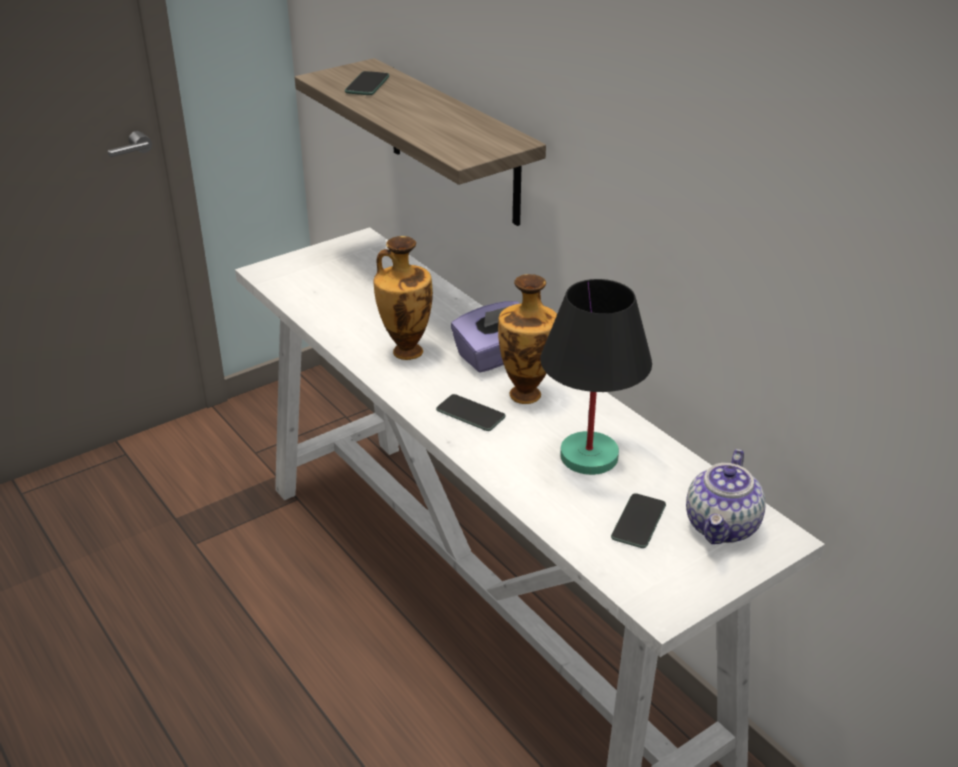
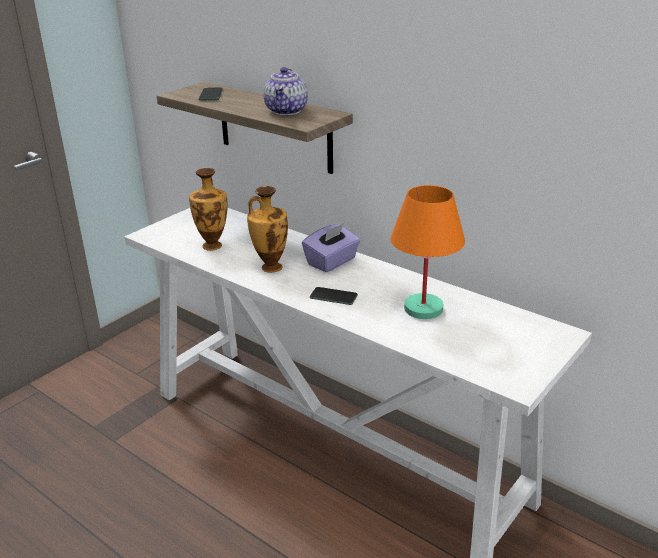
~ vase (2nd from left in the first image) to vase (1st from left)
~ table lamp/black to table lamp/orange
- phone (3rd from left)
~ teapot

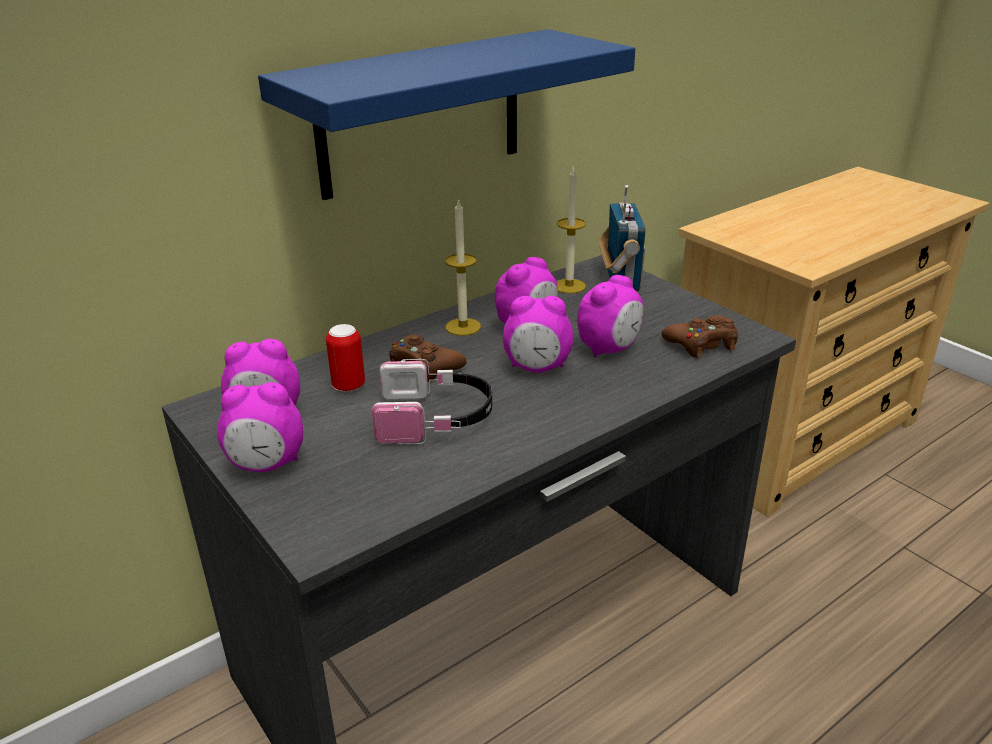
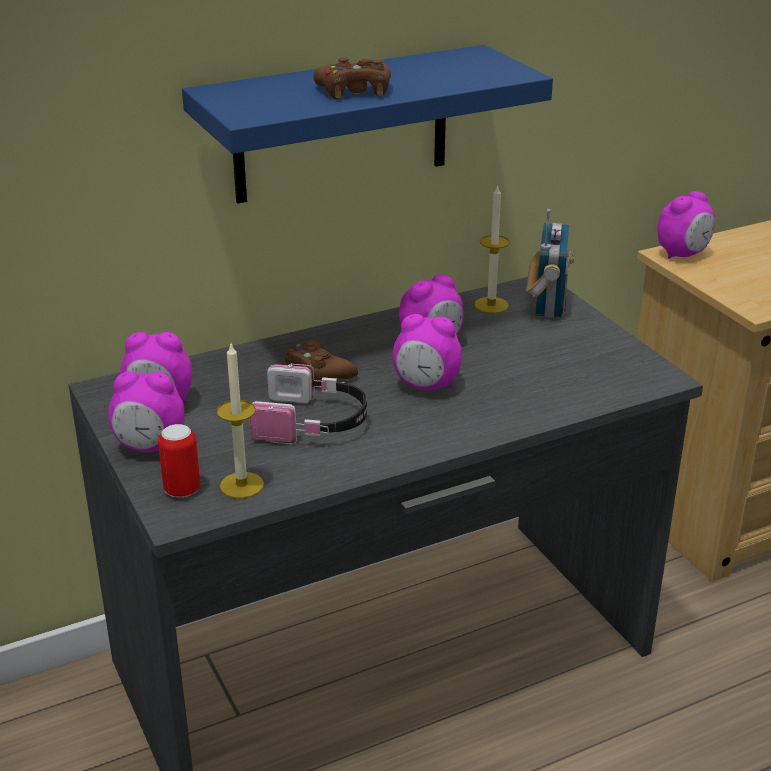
~ can
~ candle (1st from left)
~ alarm clock (5th from left)
~ game controller/brown (2nd from left)

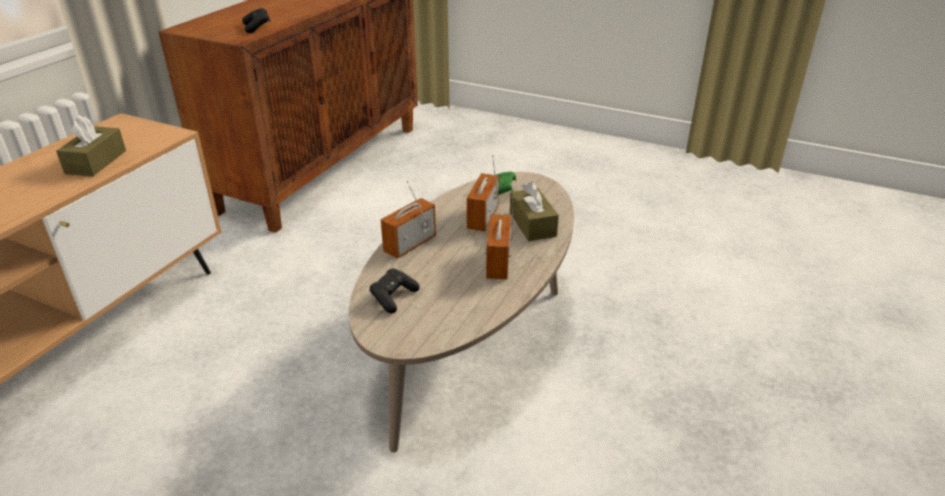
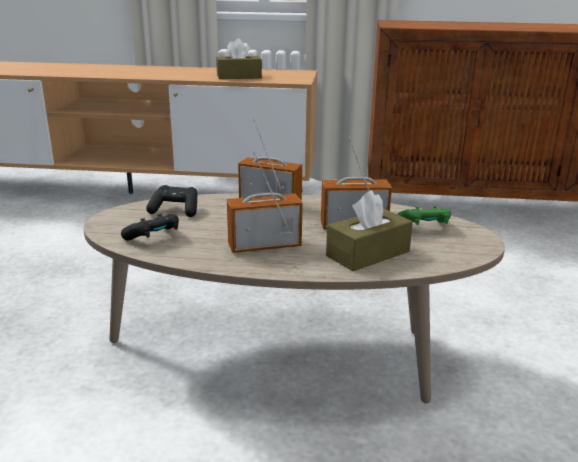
~ game controller/black (1st from left)

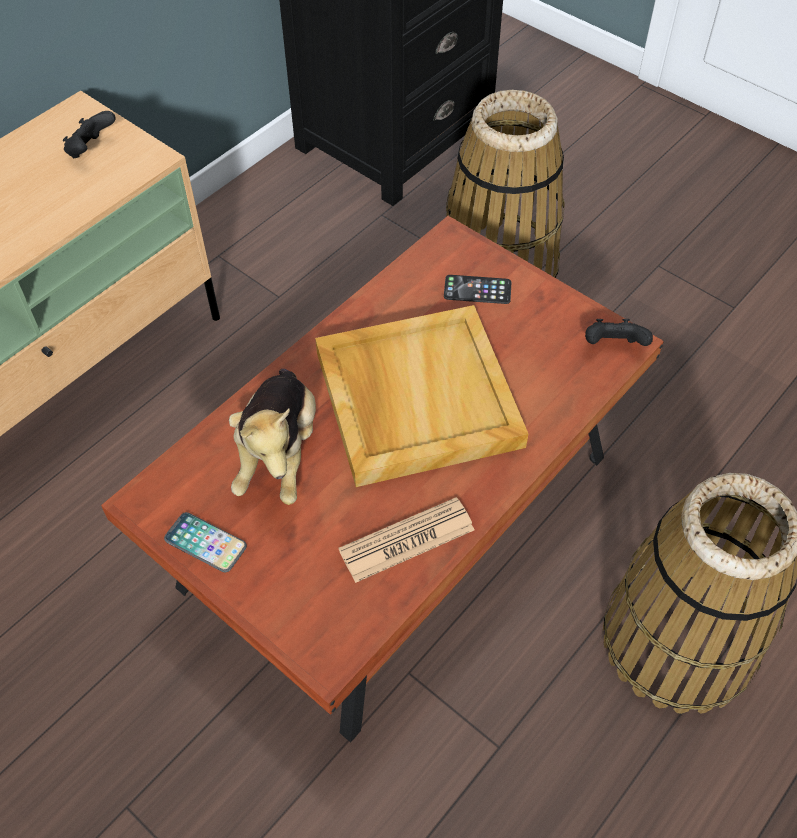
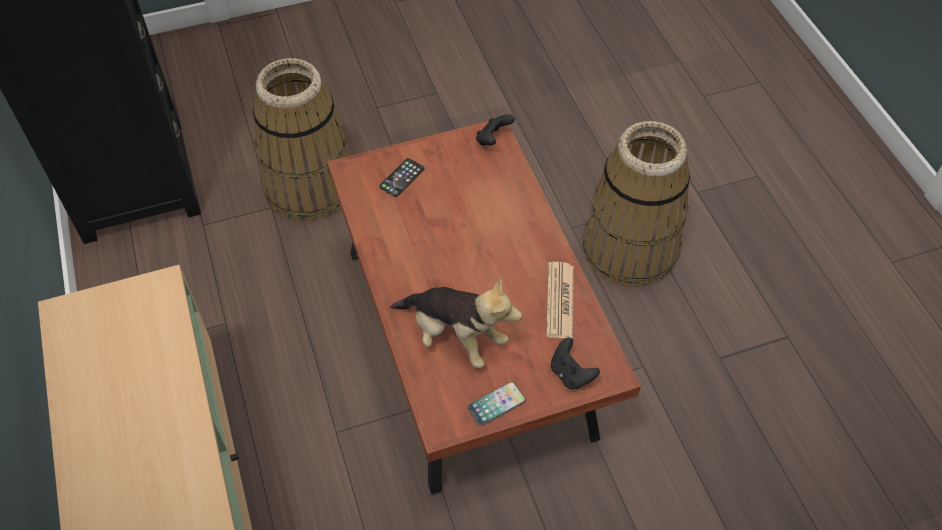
~ game controller/black (1st from left in the first image) to game controller/black (2nd from left)
- tray/beige

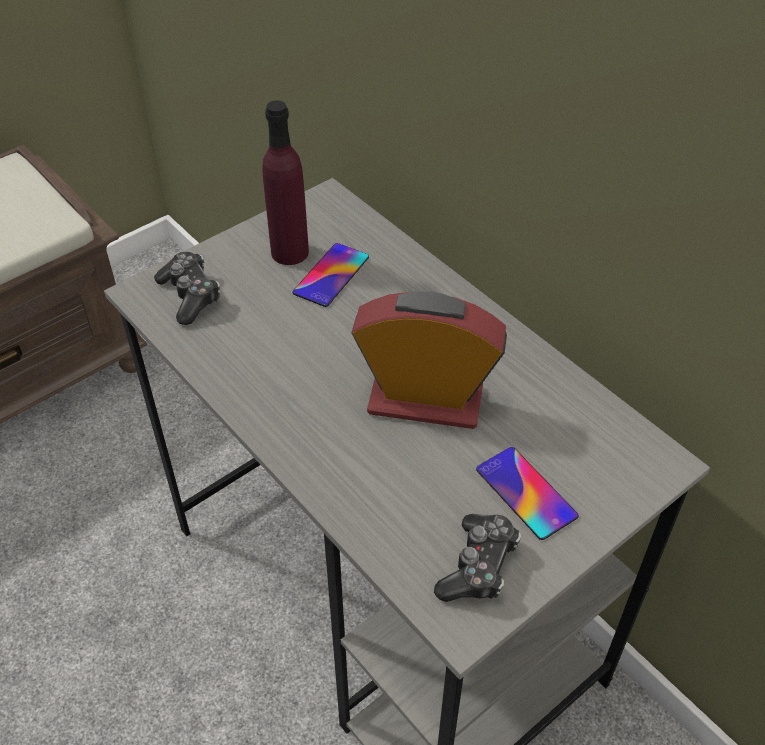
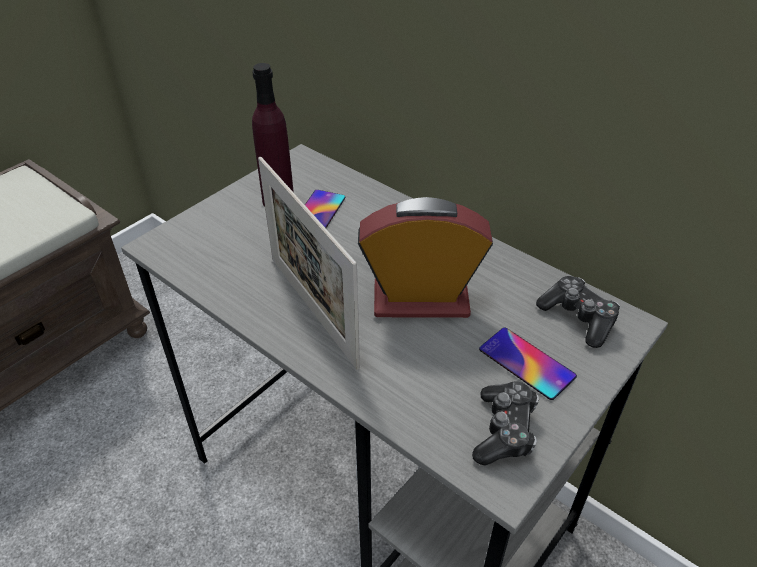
~ game controller (1st from left in the first image) to game controller (2nd from left)
+ picture frame

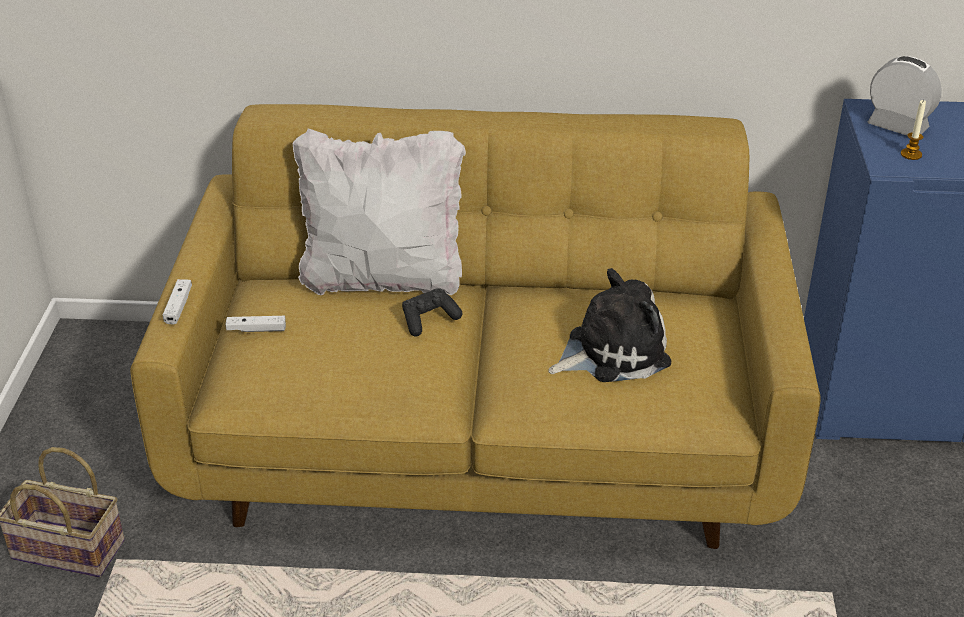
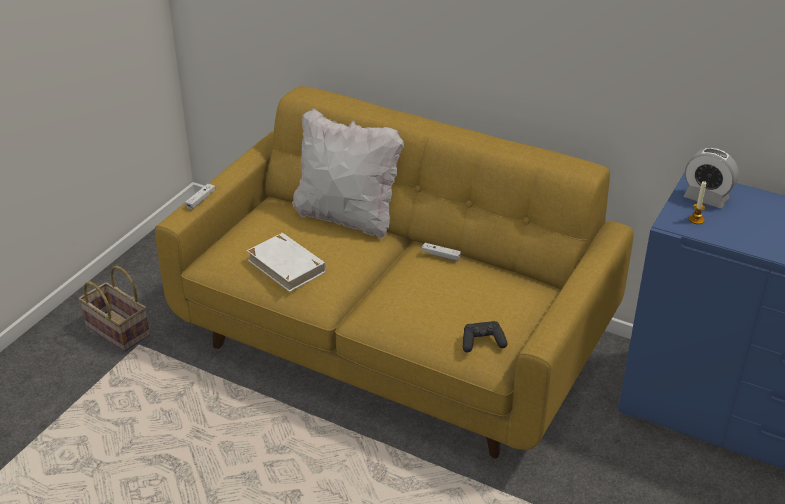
~ game controller/white (2nd from left)
~ game controller/black
- plush toy
~ alarm clock 150 degrees clockwise
+ book/white

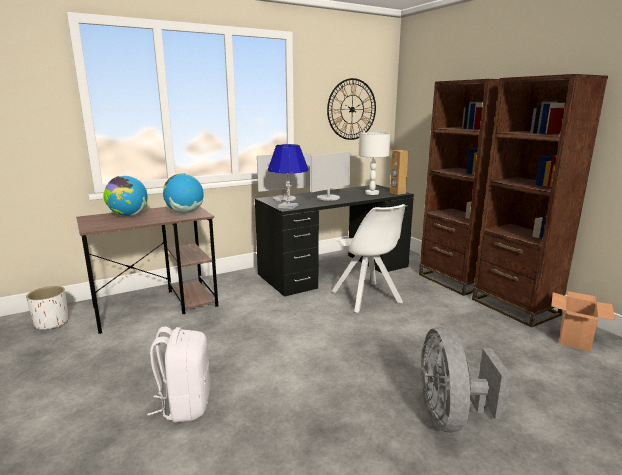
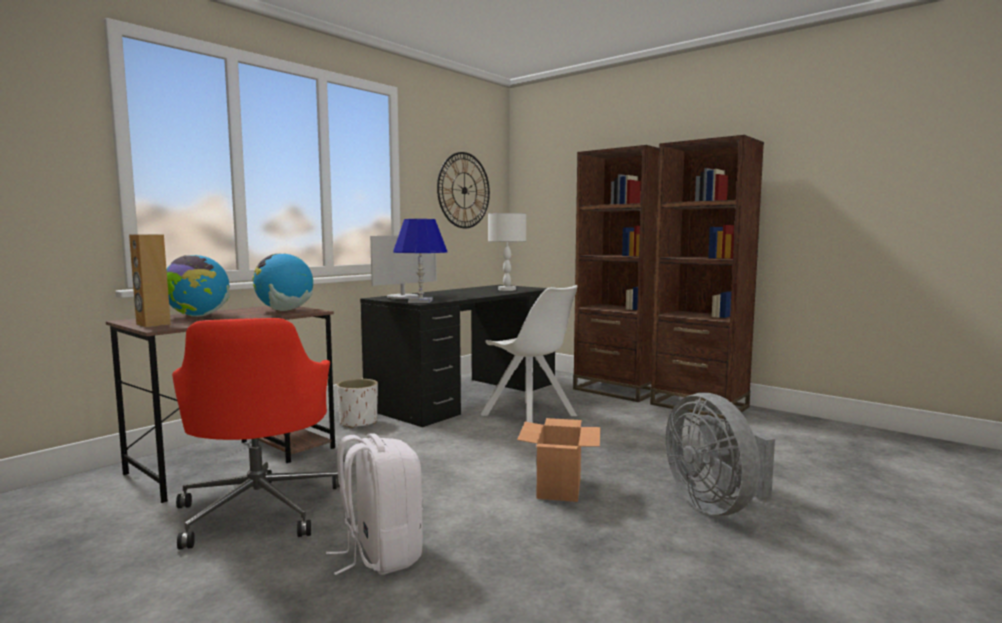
~ planter/white
- monitor (2nd from left)
~ speaker/brown
~ cardboard box
+ office chair/red

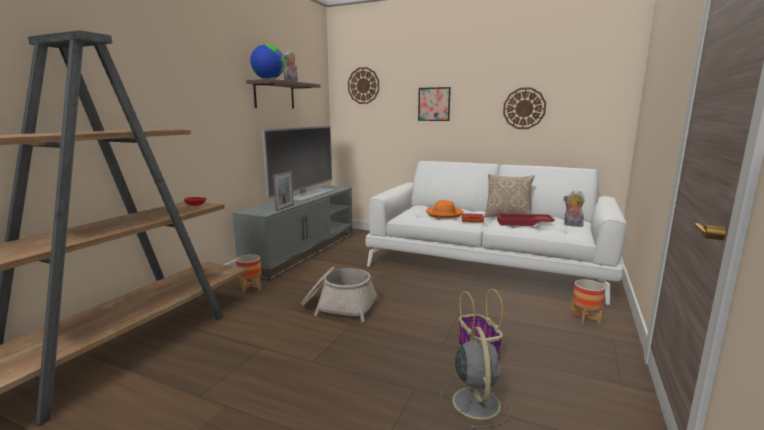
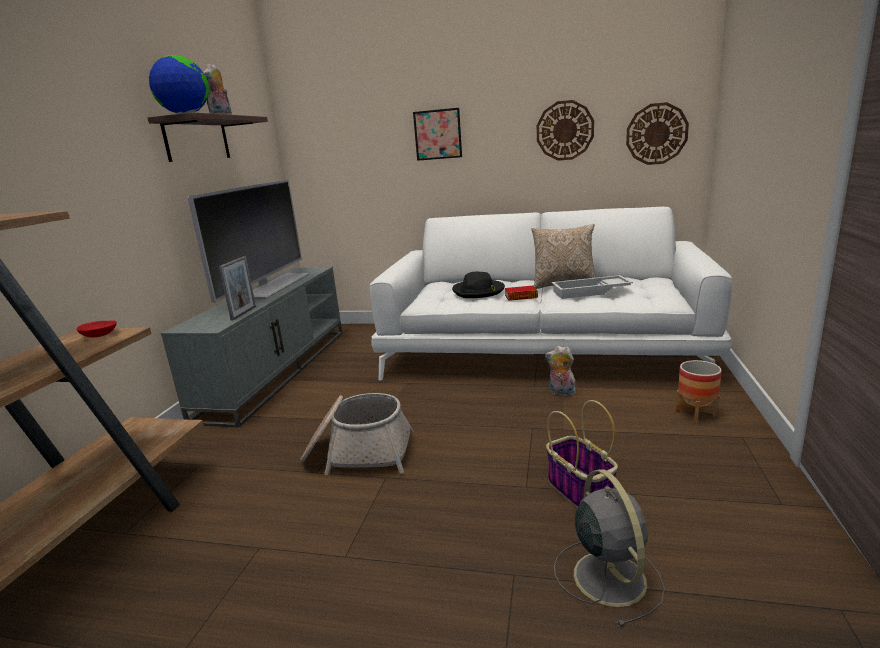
- planter (1st from left)
~ wall clock (1st from left in the first image) to wall clock (2nd from left)
~ hat/orange to hat/black
~ tray/red to tray/white
~ plush toy (2nd from left)

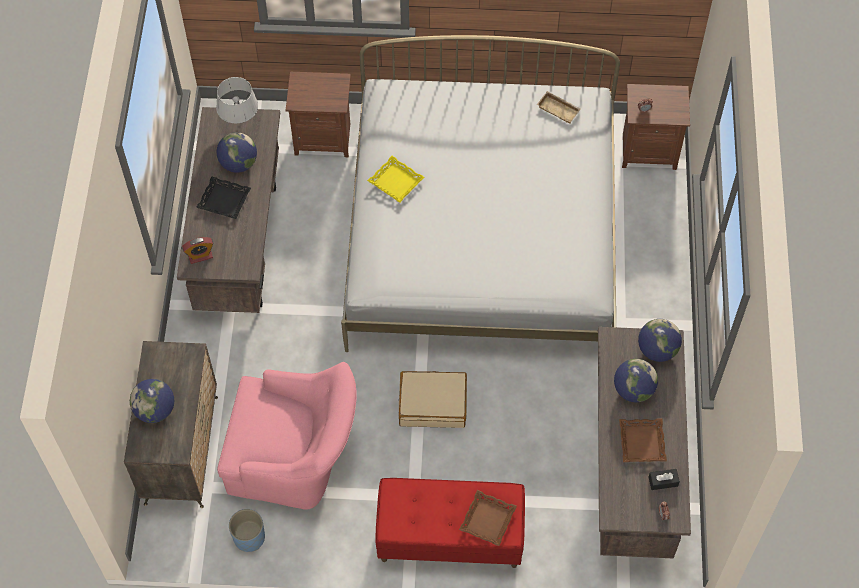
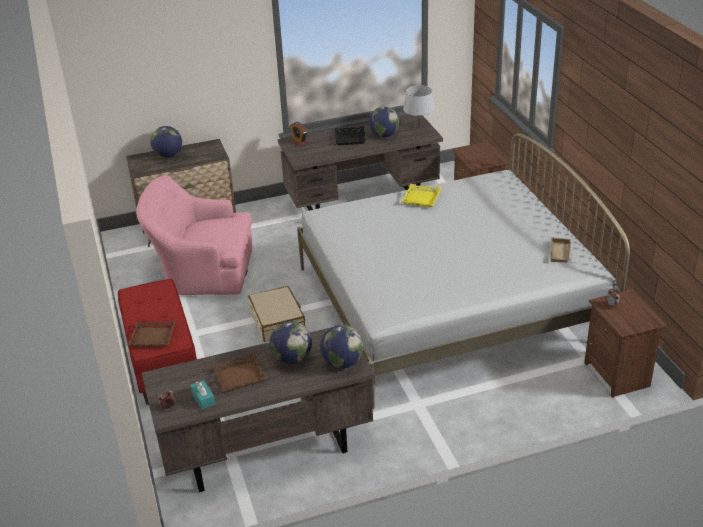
~ armchair/pink 105 degrees clockwise
- planter/blue
~ tissue box/black to tissue box/turquoise

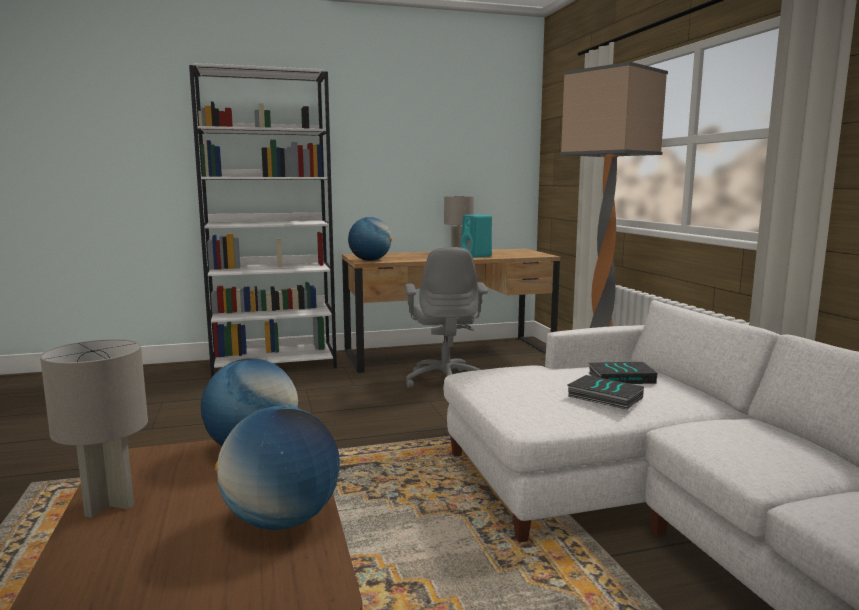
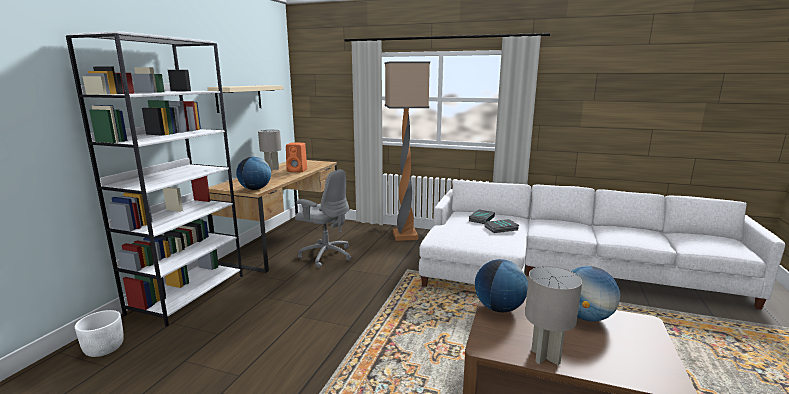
~ speaker/turquoise to speaker/orange
+ planter/white
+ shelf/beige

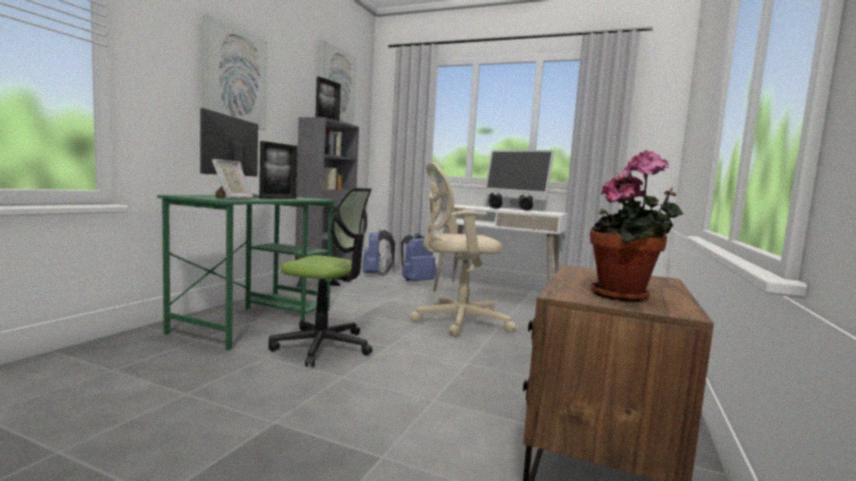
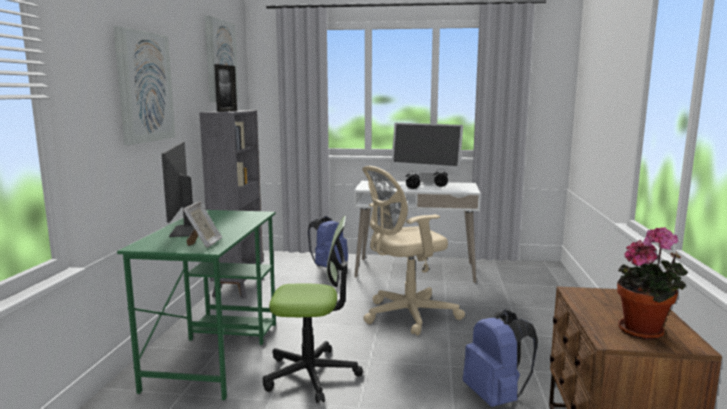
- picture frame (2nd from left)
~ backpack/blue (1st from left in the first image) to backpack/blue (2nd from left)

